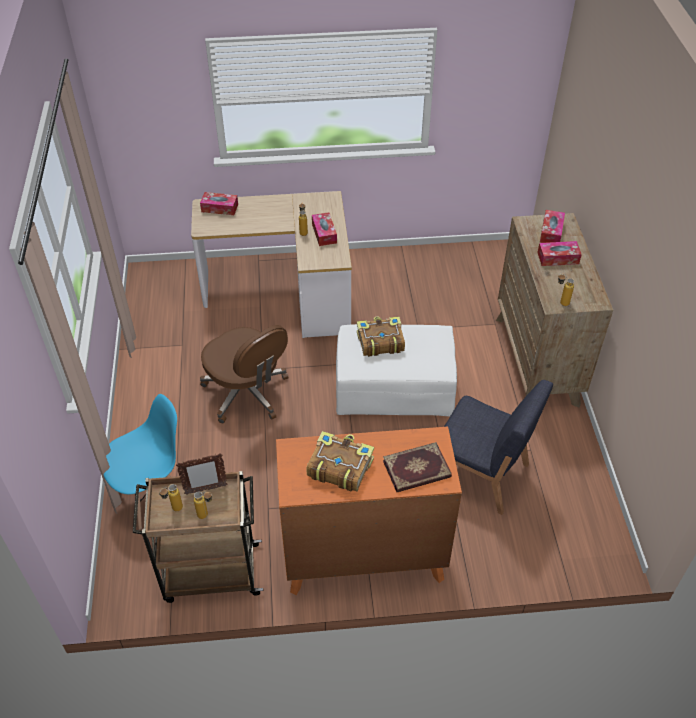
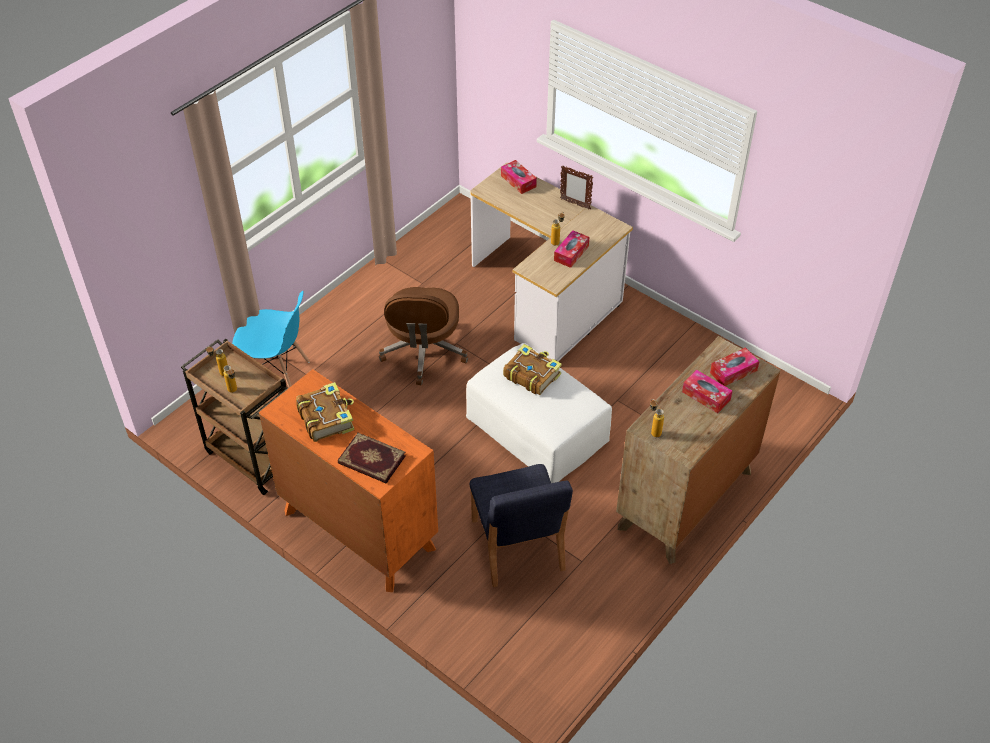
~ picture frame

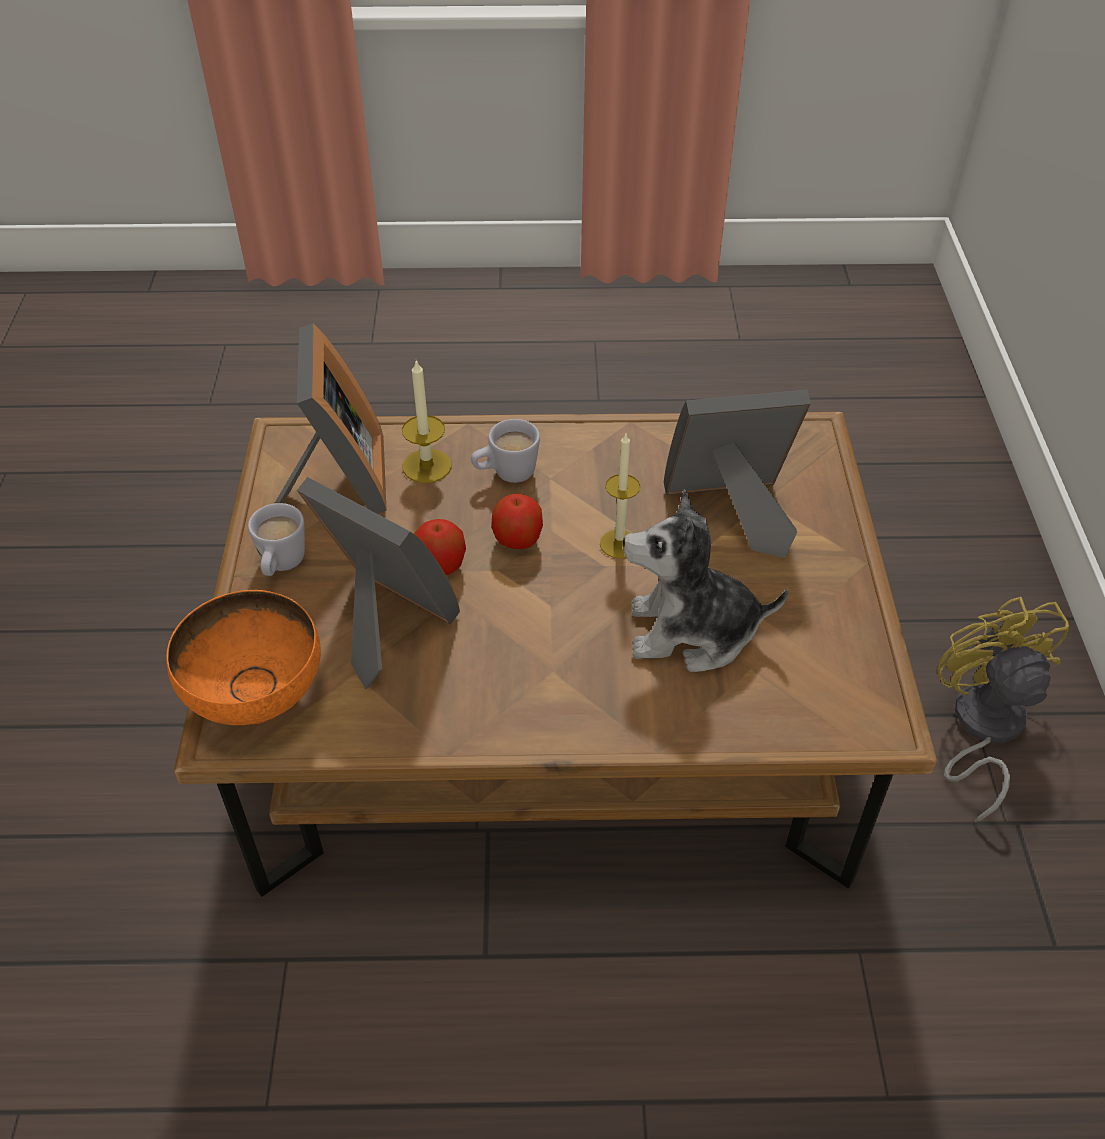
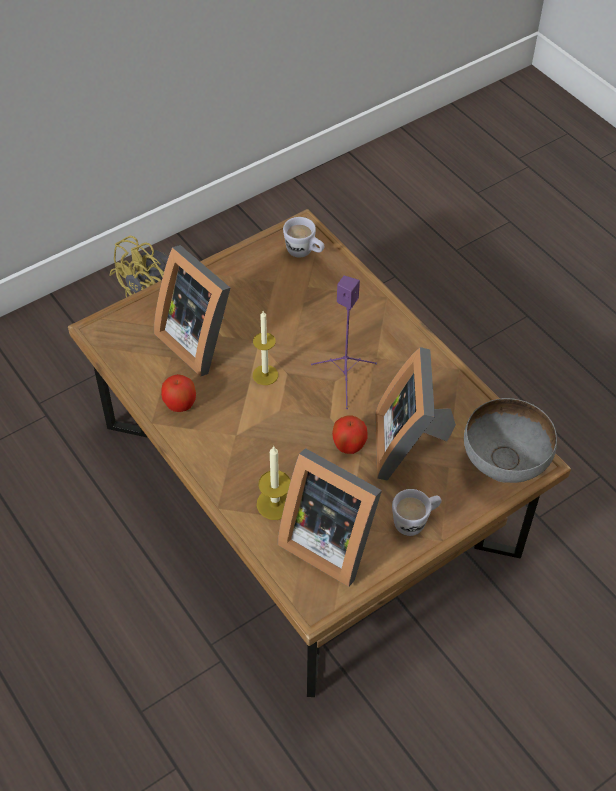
~ bowl/orange to bowl/grey
~ picture frame (1st from left in the first image) 105 degrees counterclockwise
~ mug/white (2nd from left in the first image) to mug/white (1st from left)
~ apple (2nd from left in the first image) to apple (1st from left)
- plush toy
+ speaker/purple

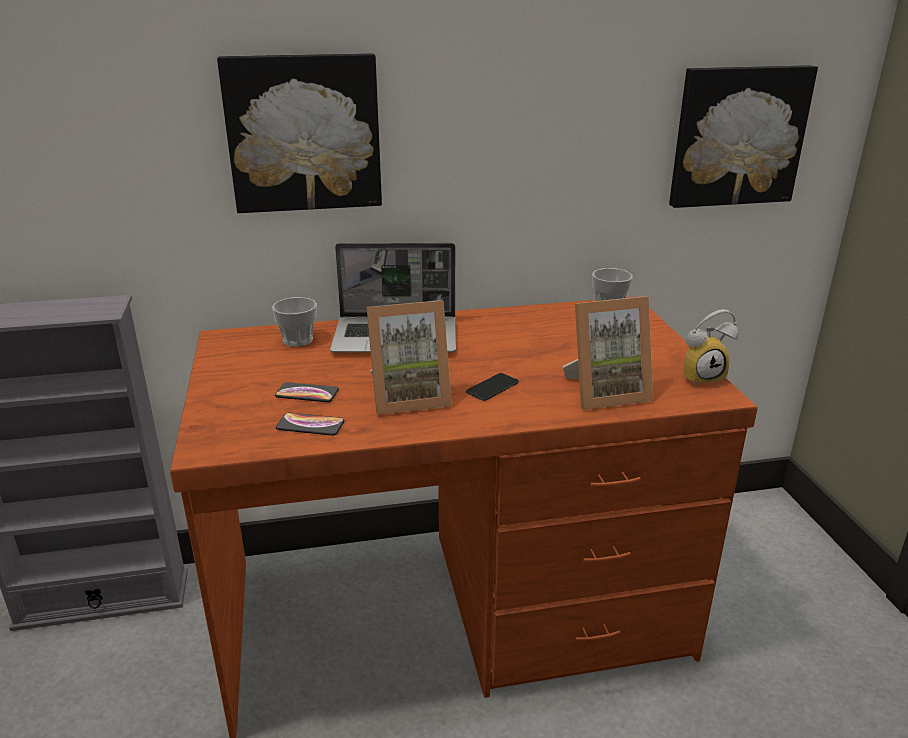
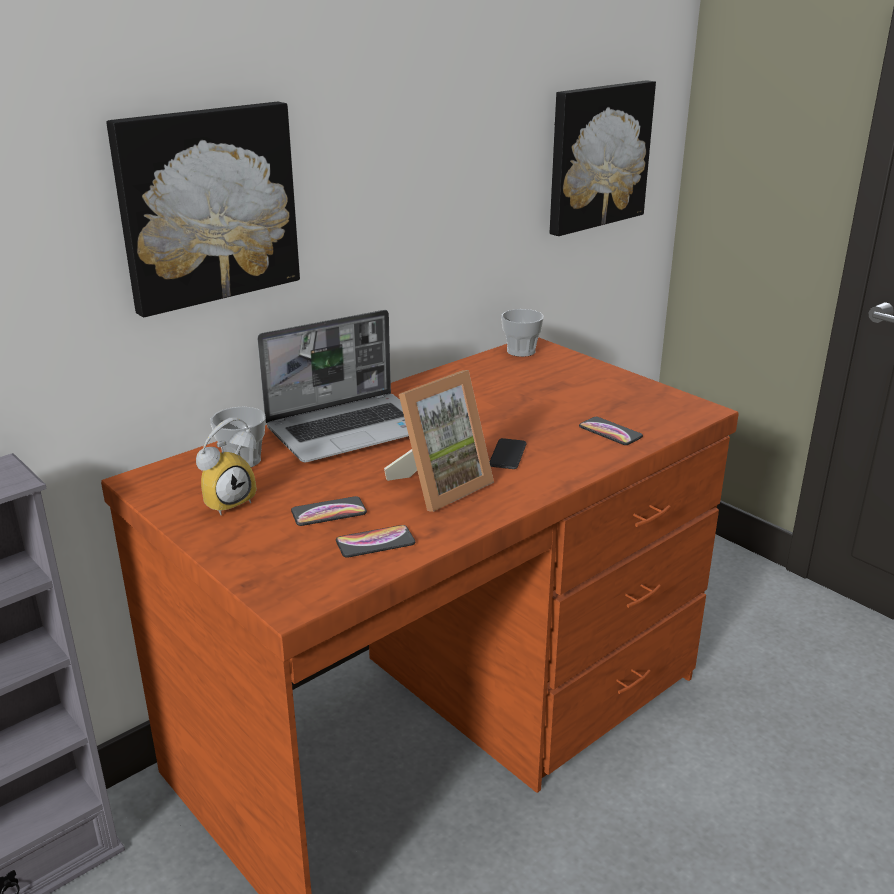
~ picture frame (2nd from left) to phone (4th from left)
~ alarm clock

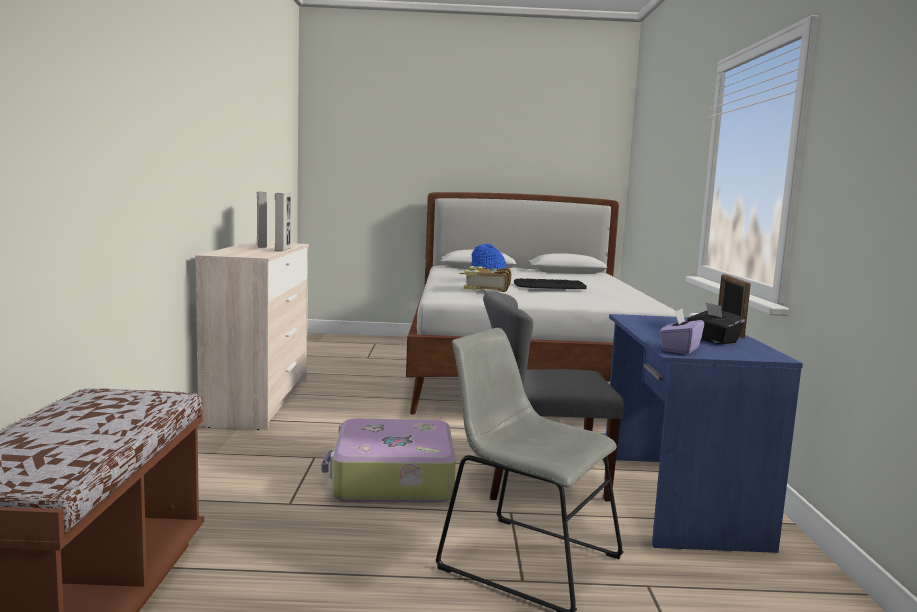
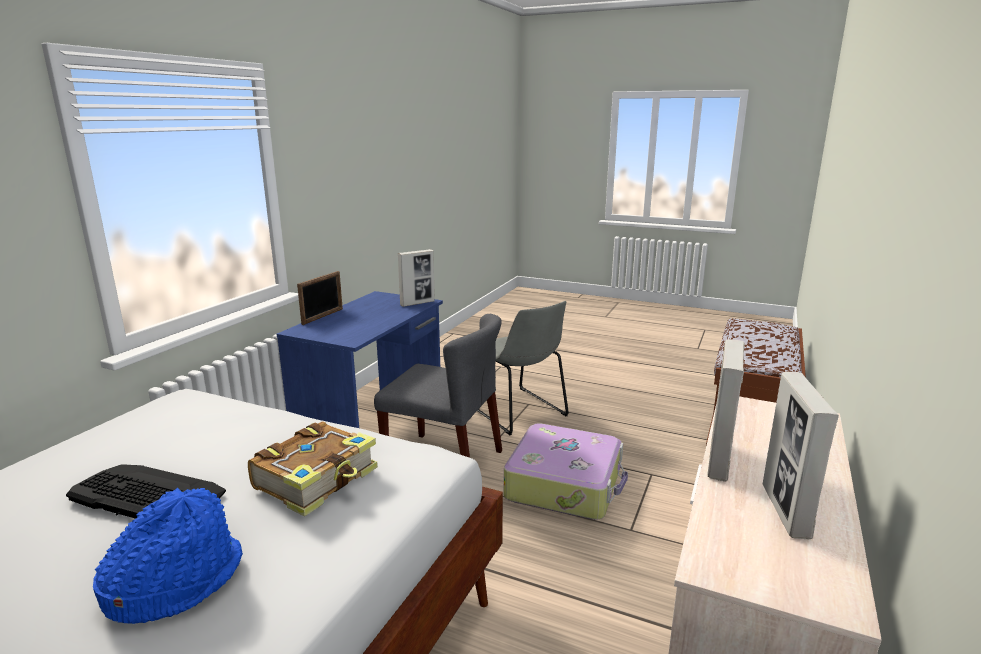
~ tissue box/purple to picture frame (2nd from left)
- tissue box/black

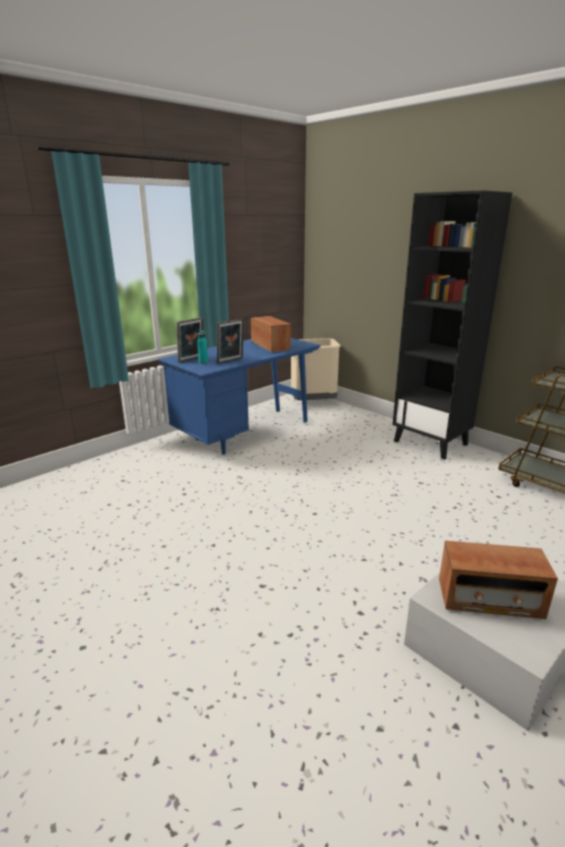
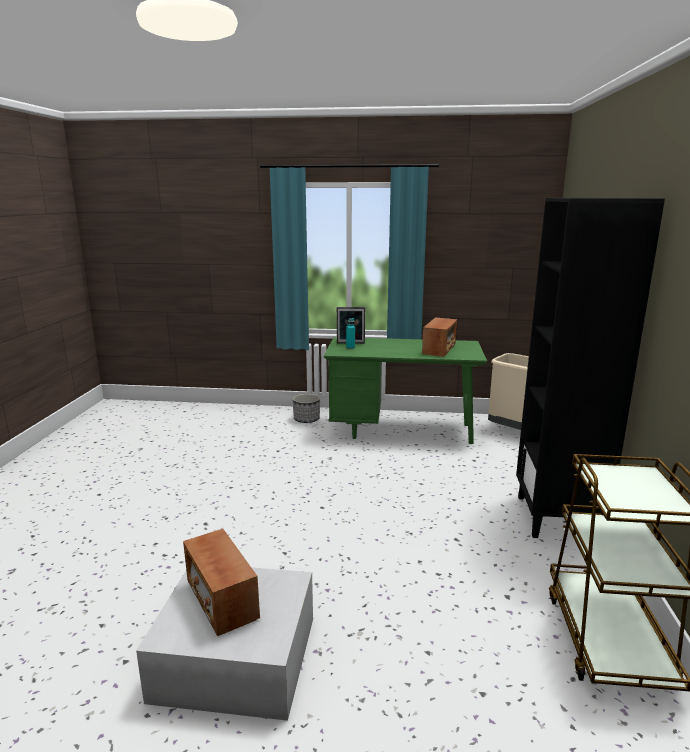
~ desk/blue to desk/green
- picture frame (2nd from left)
+ planter

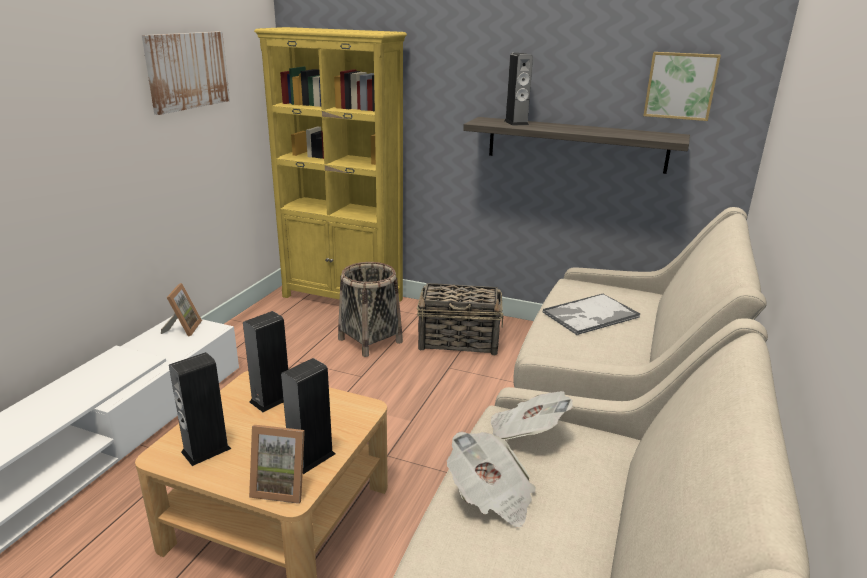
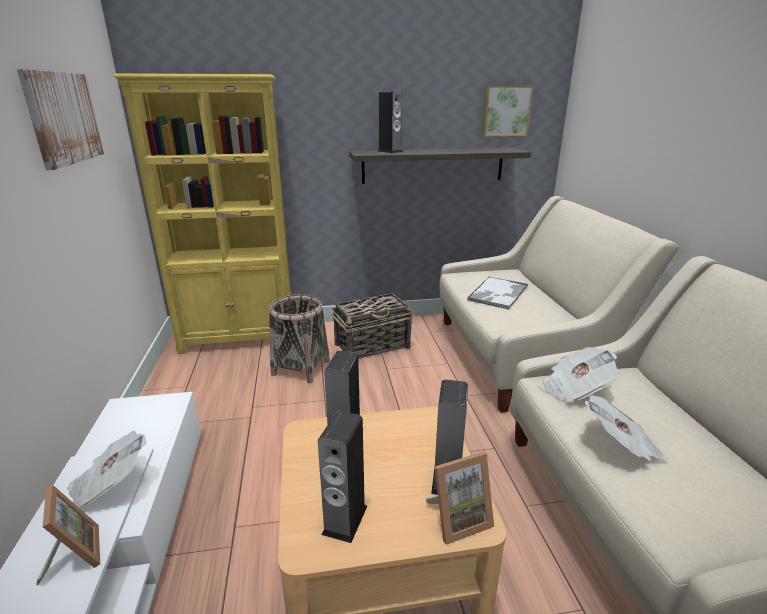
~ picture frame (1st from left)
+ newspaper (1st from left)

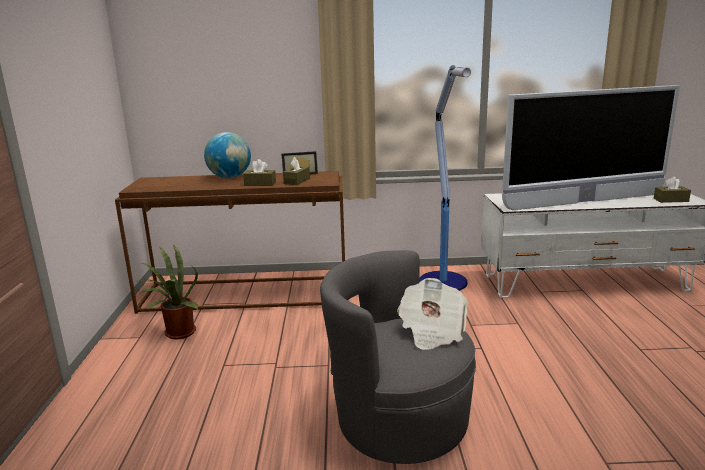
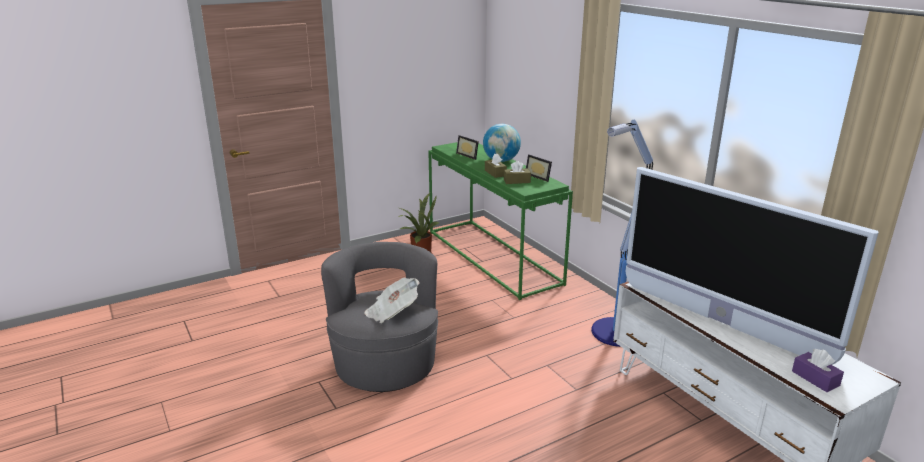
~ console table/brown to console table/green
~ tissue box/brown (3rd from left) to tissue box/purple
+ picture frame (1st from left)

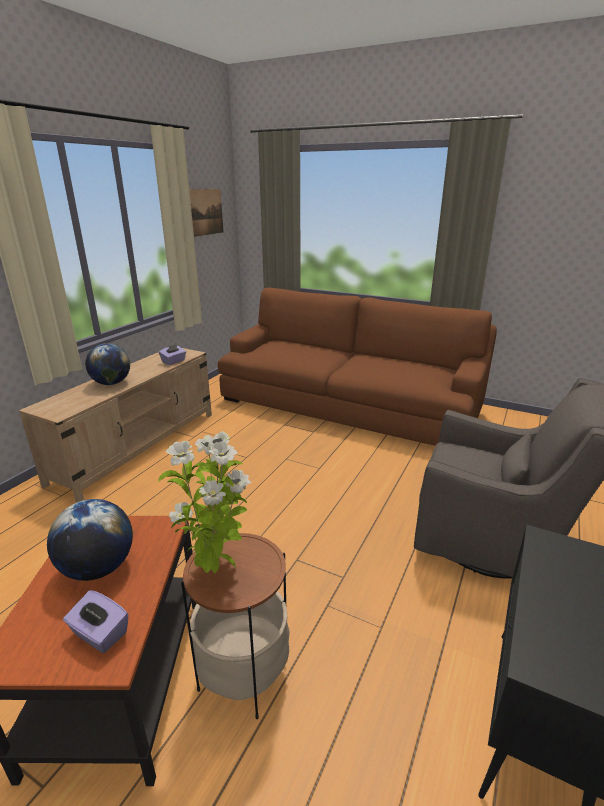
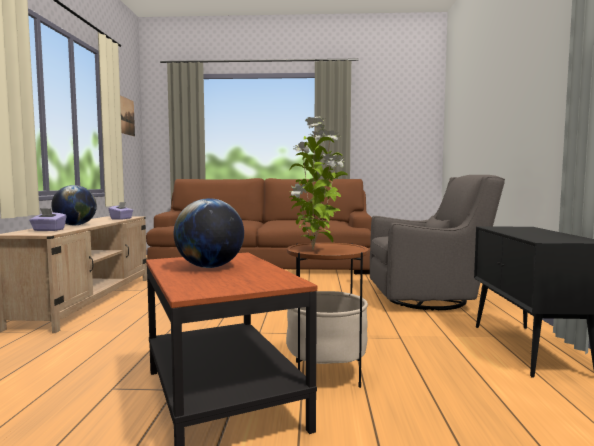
~ tissue box/purple (1st from left)

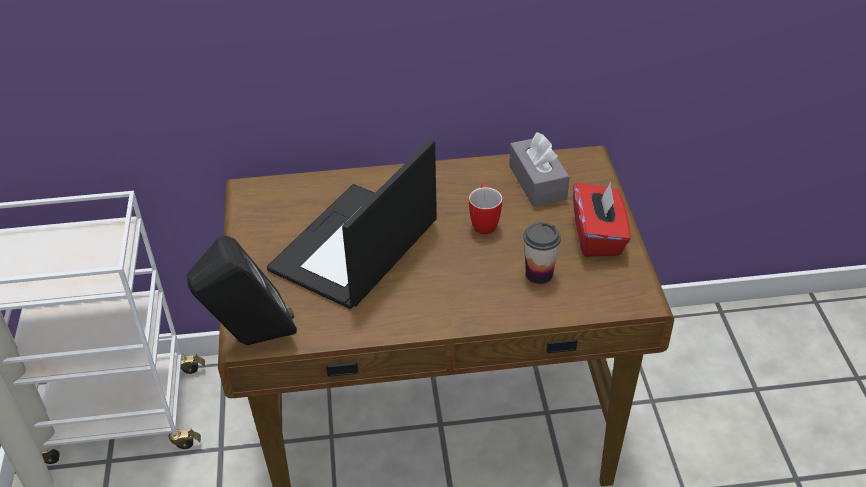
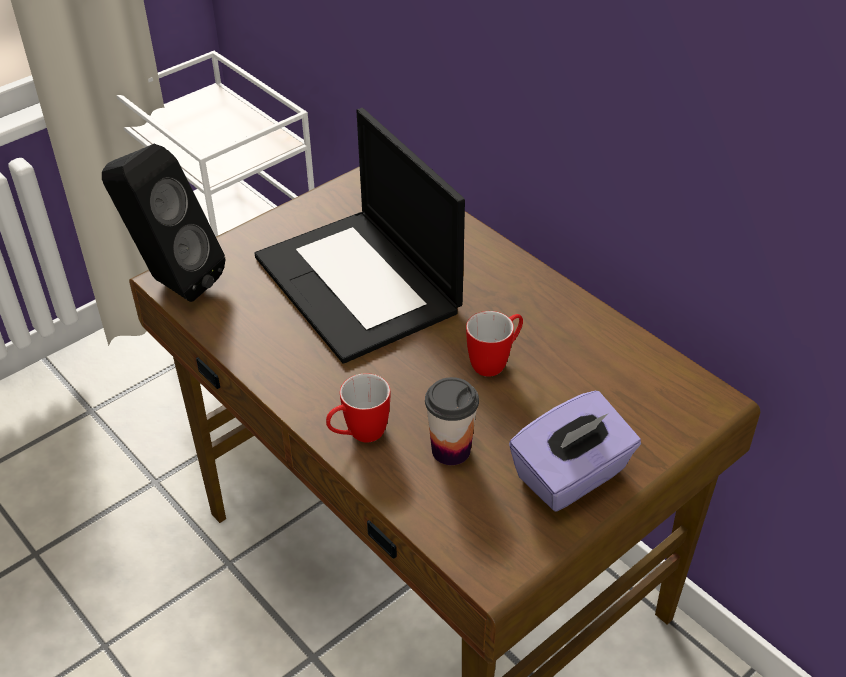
~ laptop 120 degrees counterclockwise
- tissue box/grey
~ tissue box/red to tissue box/purple
+ mug (1st from left)

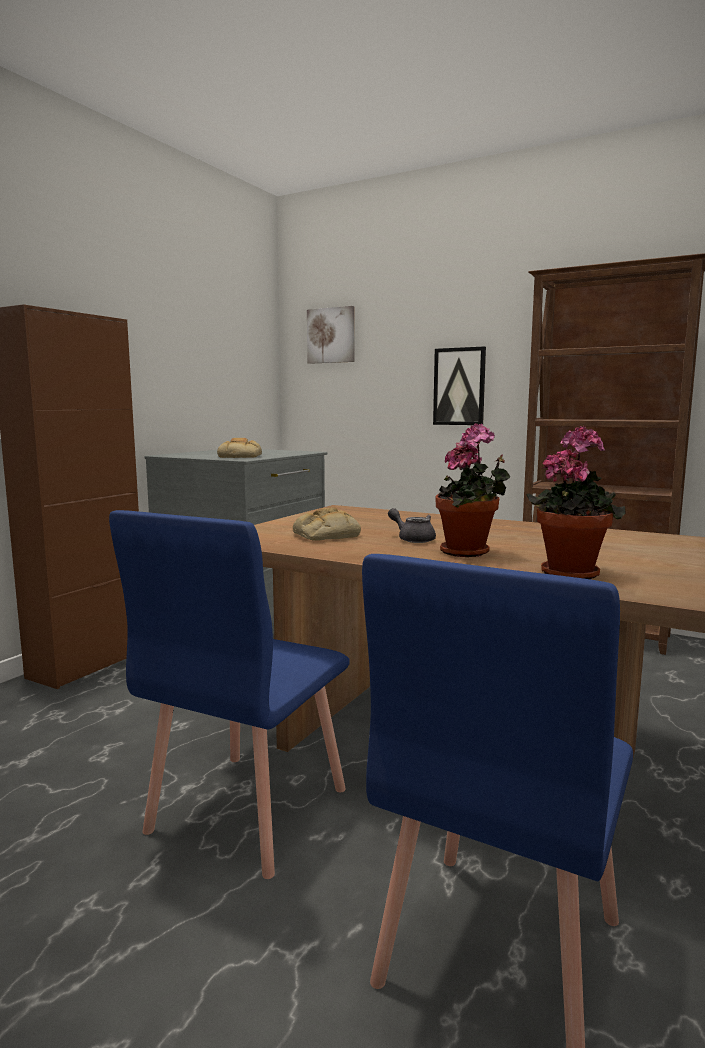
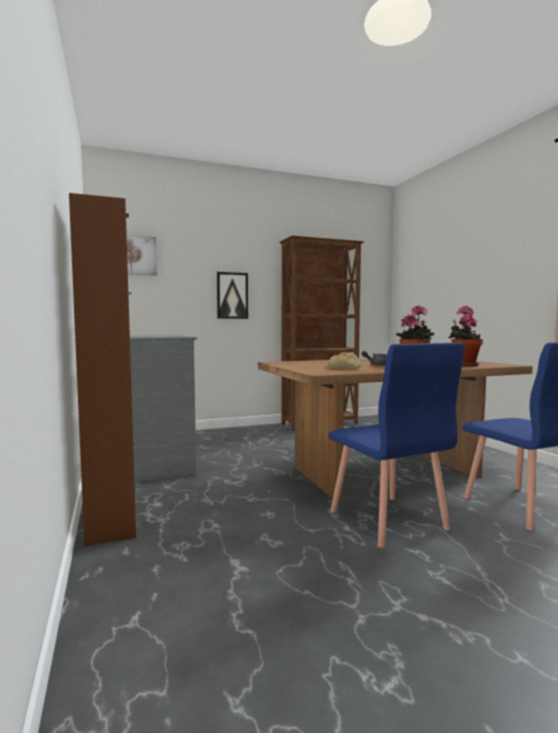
- bread (1st from left)

